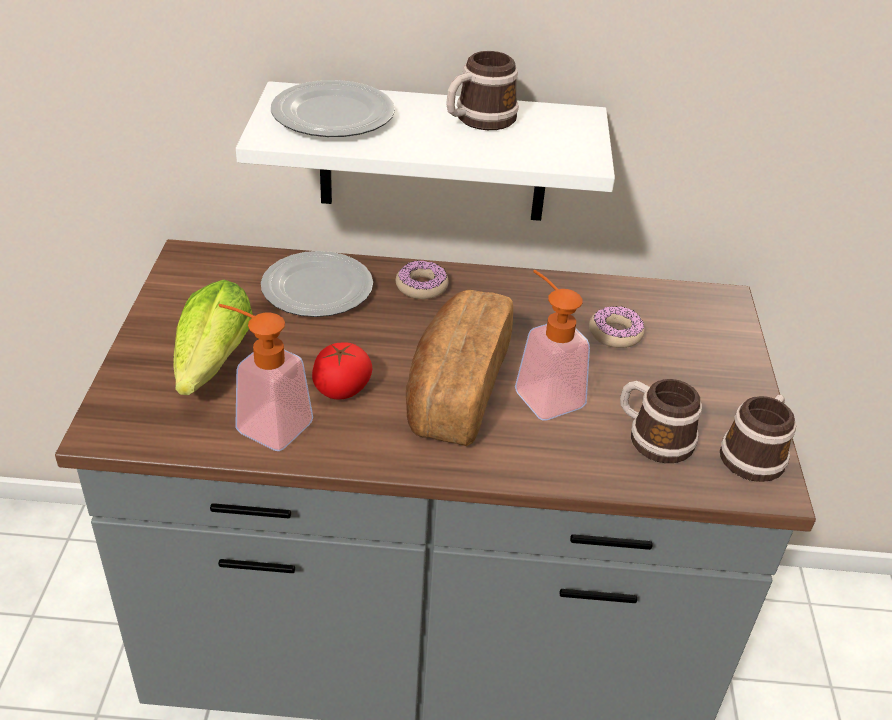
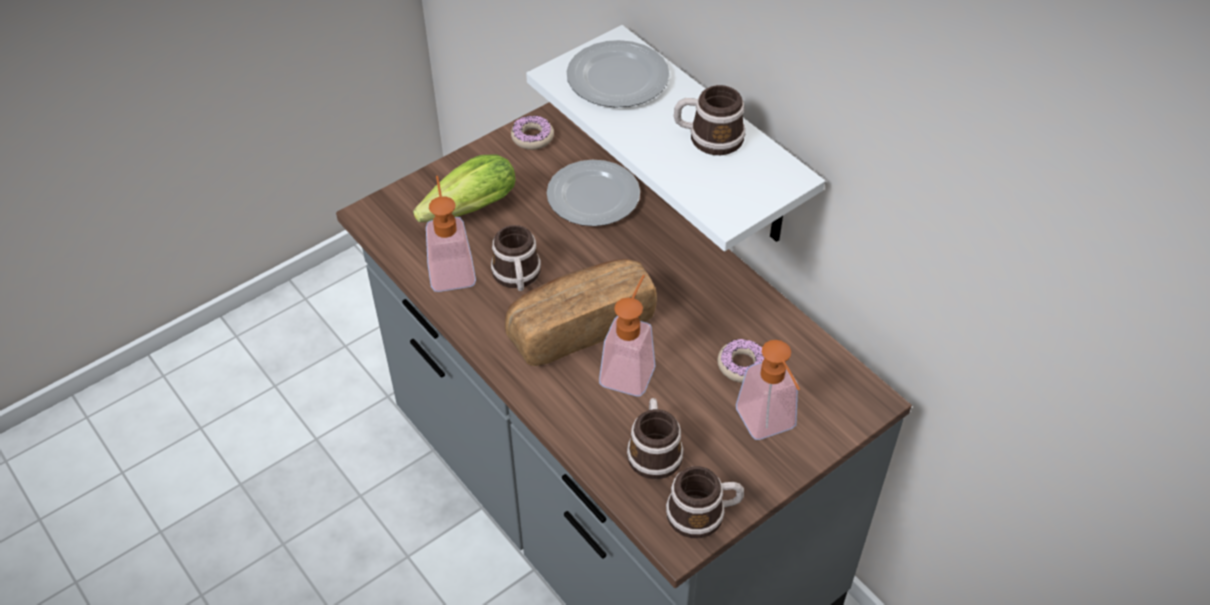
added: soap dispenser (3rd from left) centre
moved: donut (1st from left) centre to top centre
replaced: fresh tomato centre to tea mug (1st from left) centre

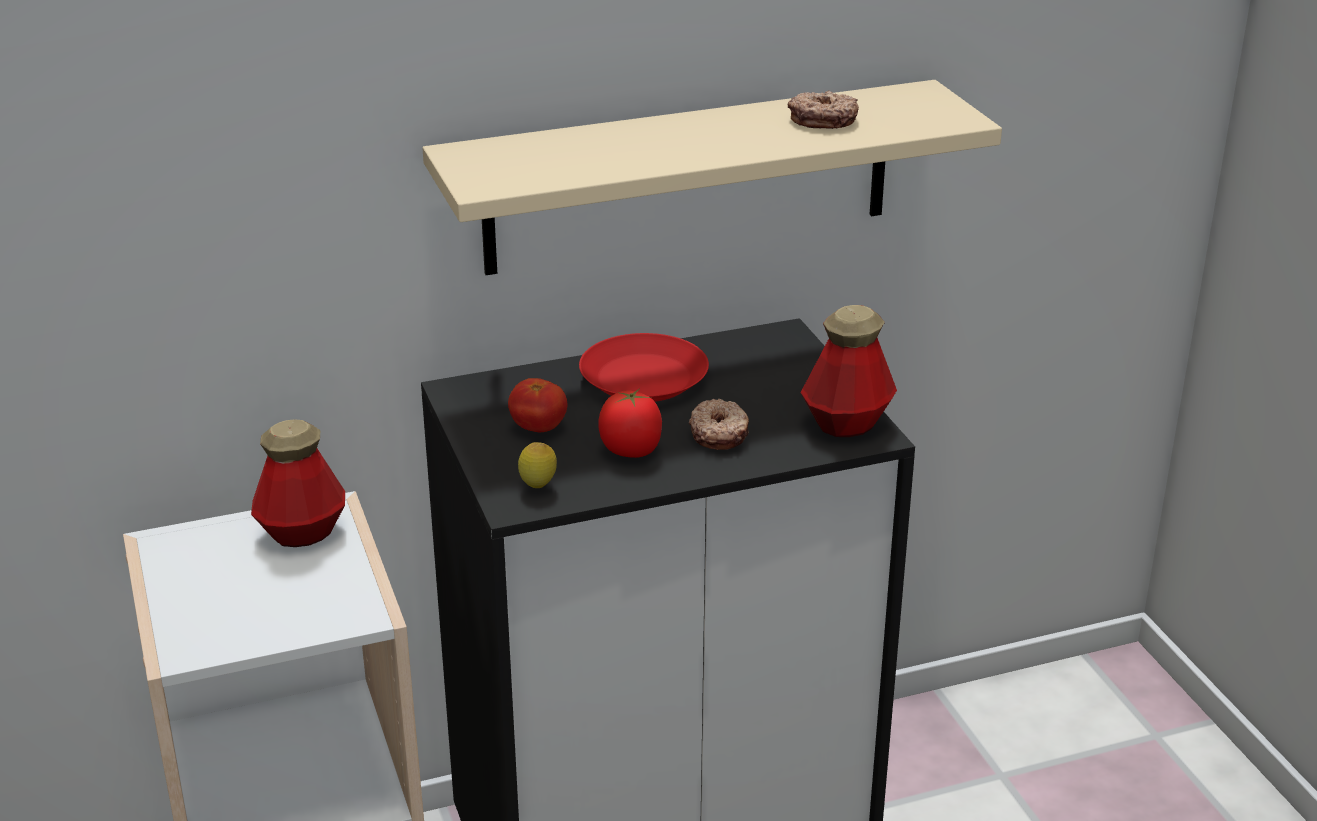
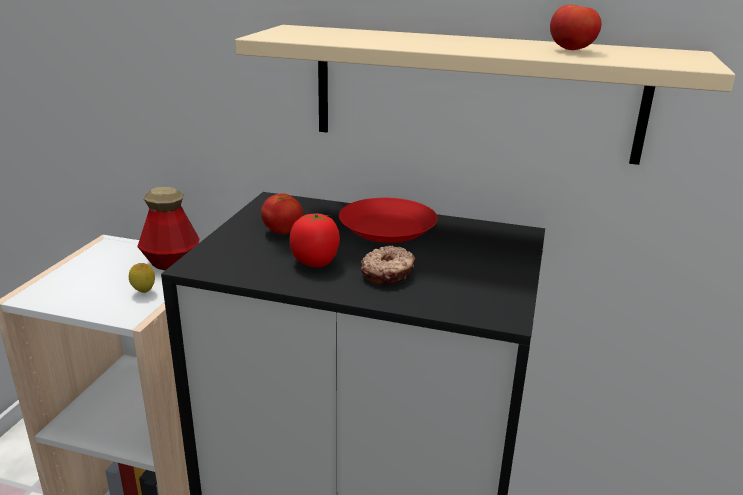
removed: beverage bottle (2nd from left) centre
moved: citrus fruit centre to middle left
replaced: donut (2nd from left) top centre to fresh tomato (3rd from left) top right

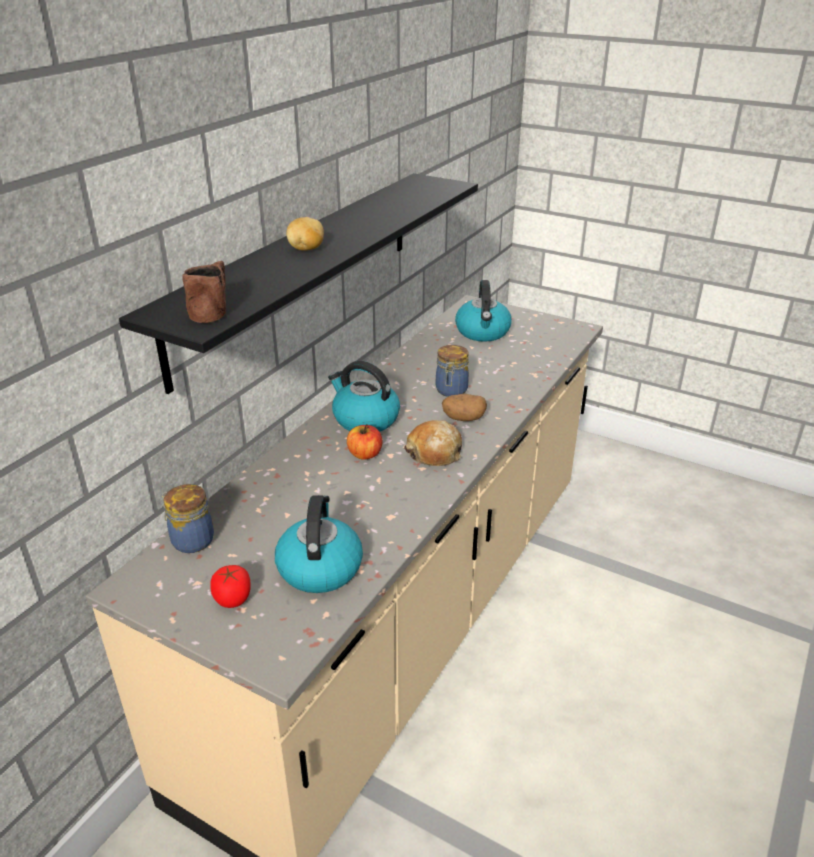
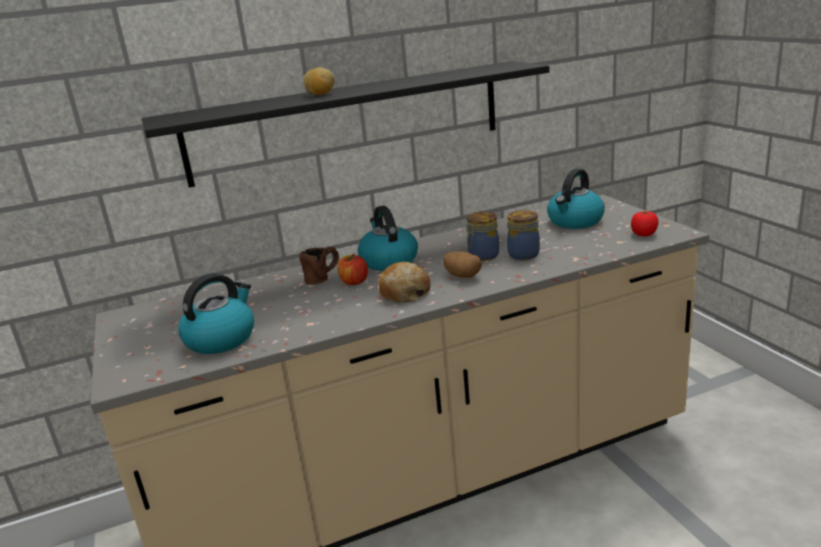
moved: storage jar (1st from left in the first image) middle left to storage jar (2nd from left) centre; brown-coloured tea mug middle left to centre; fresh tomato bottom left to middle right

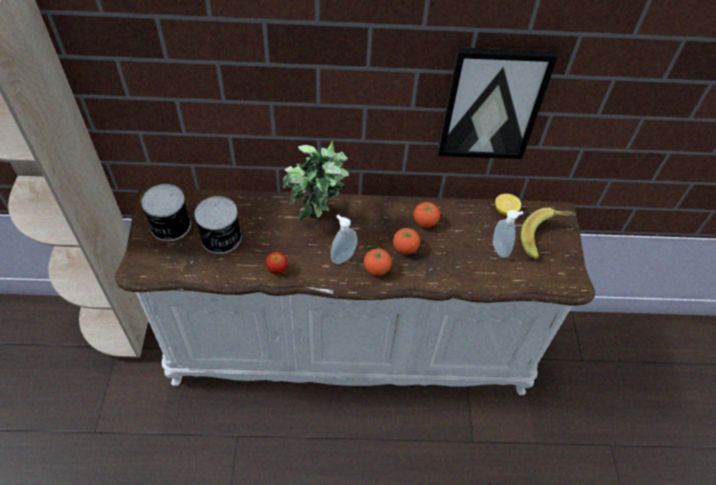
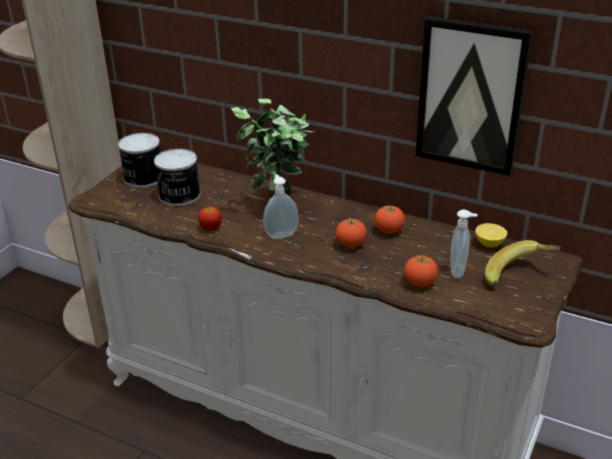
moved: fresh tomato (1st from left in the first image) centre to fresh tomato (3rd from left) middle right

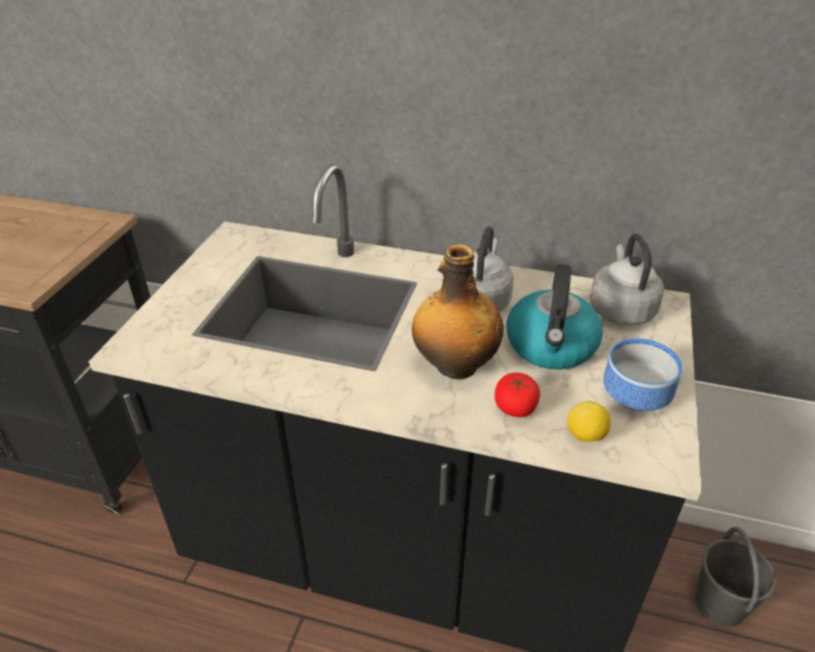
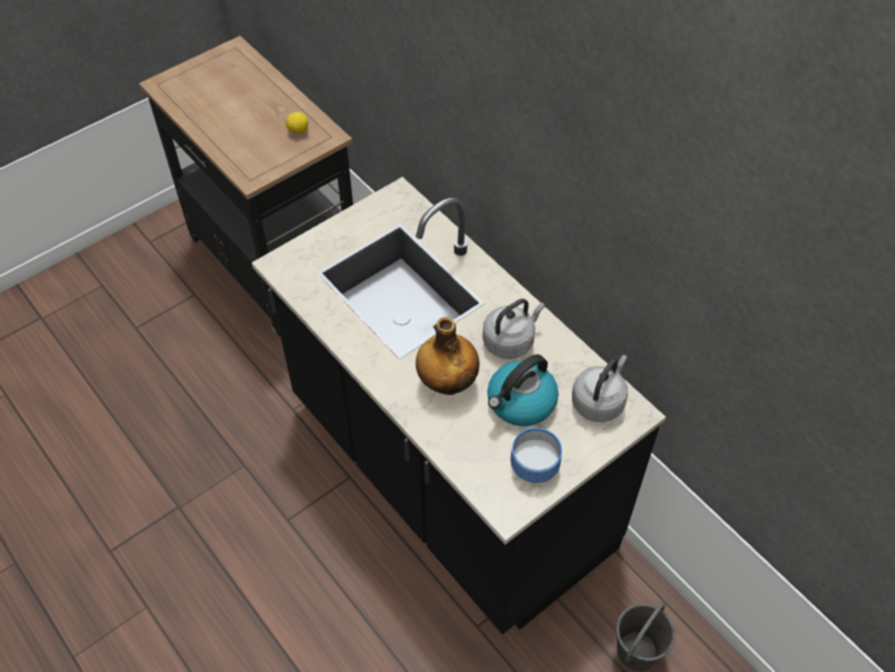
removed: fresh tomato centre
moved: citrus fruit middle right to top left

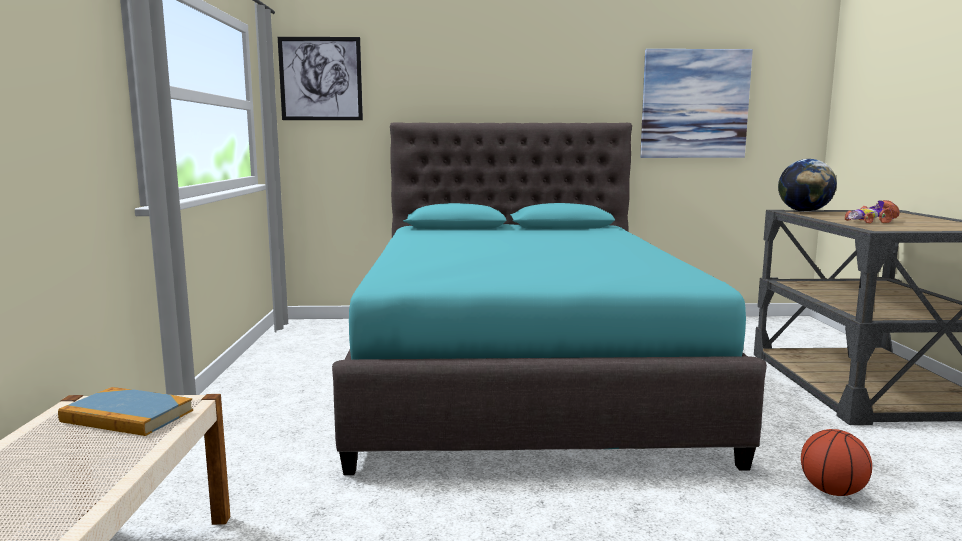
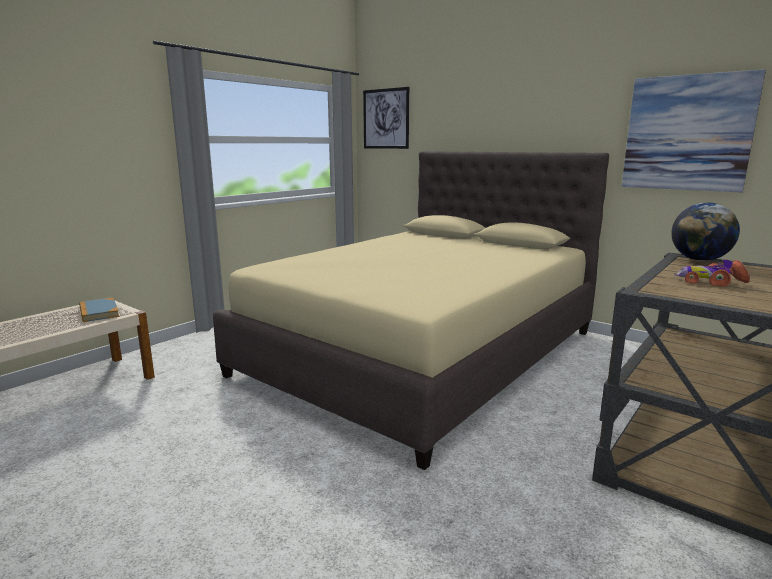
removed: basketball ball bottom right
recoloured: turquoise-coloured bedroom bed centre to sand-coloured bedroom bed centre

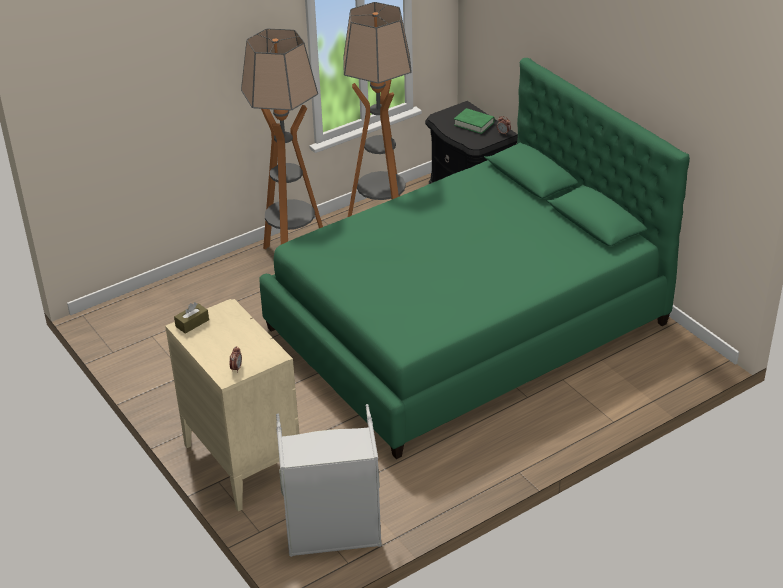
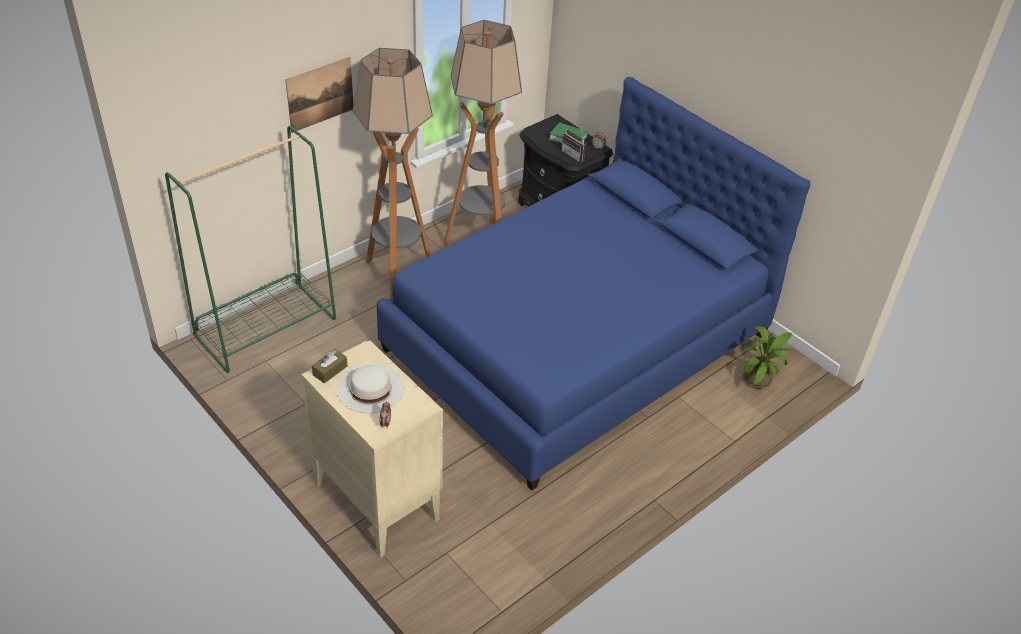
removed: gray laundry basket bottom centre
added: green clothes rack middle left; picture top left; whitish hat centre; radio top centre; houseplant middle right
recoloured: green bedroom bed centre to bluish bedroom bed centre

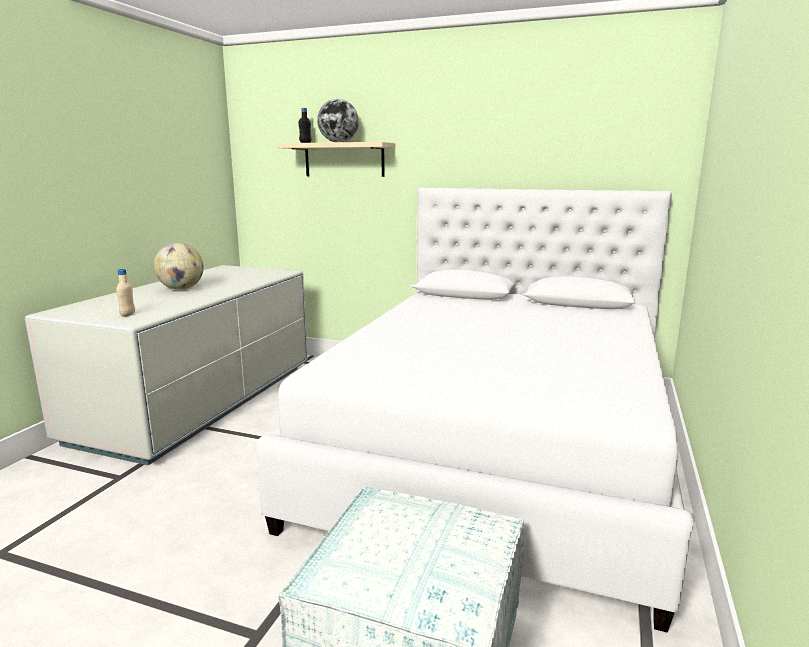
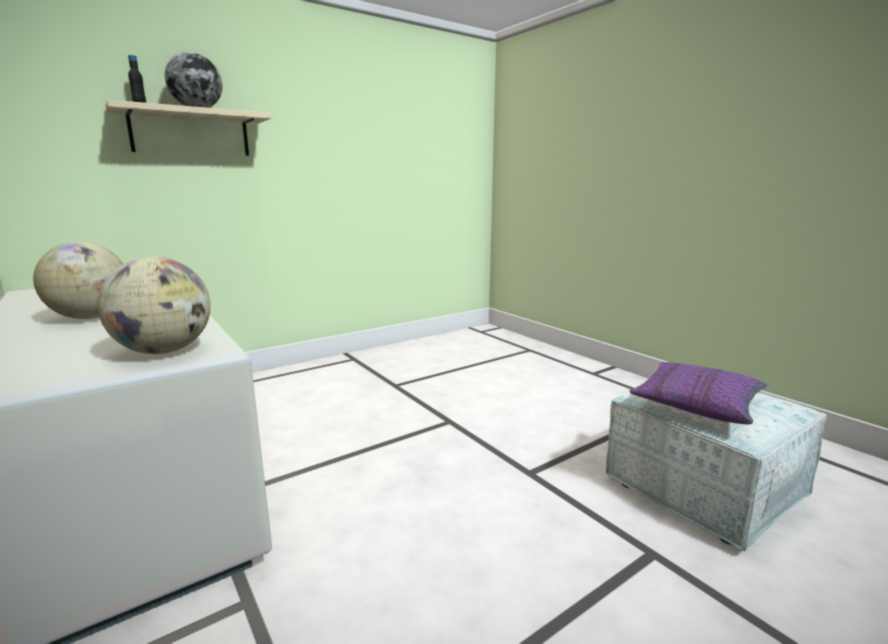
removed: whitish bedroom bed centre
added: purplish cushion middle right
replaced: sand-coloured beverage bottle middle left to world globe (2nd from left) middle left

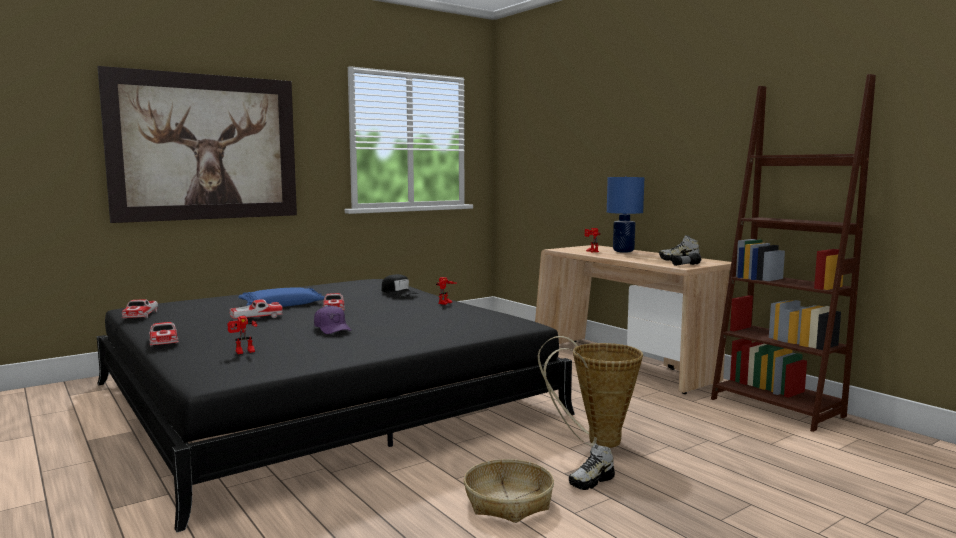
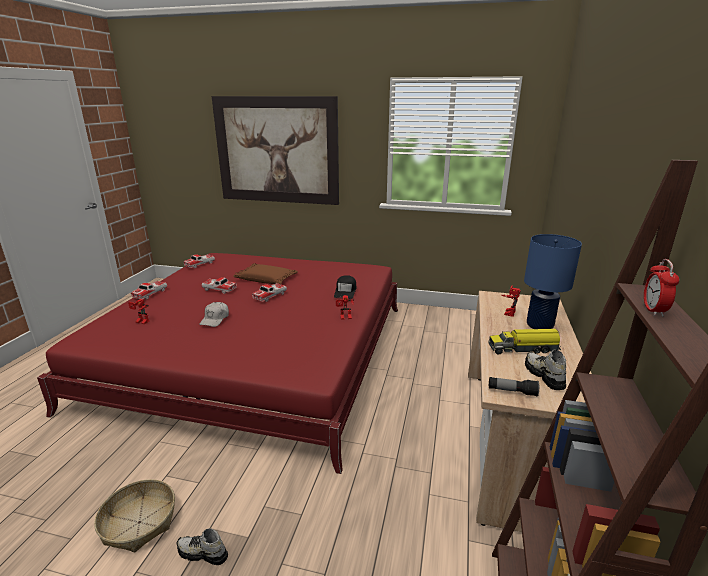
removed: household basket (2nd from left) bottom centre
added: model truck middle right; alarm clock middle right
recoloured: blackish bedroom bed bottom centre to red-coloured bedroom bed middle left; bluish cushion middle left to brown-coloured cushion centre; purplish peaked cap centre to whitish peaked cap middle left

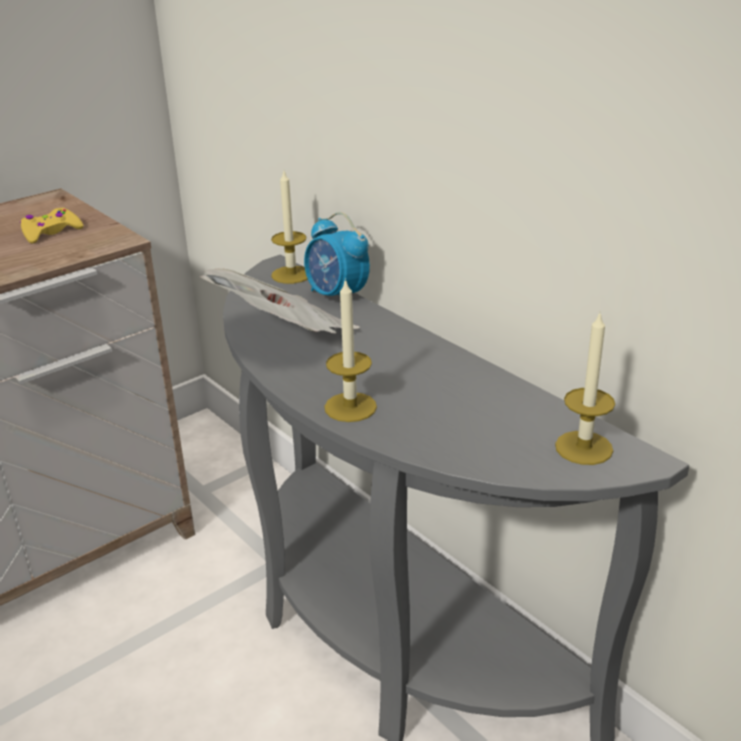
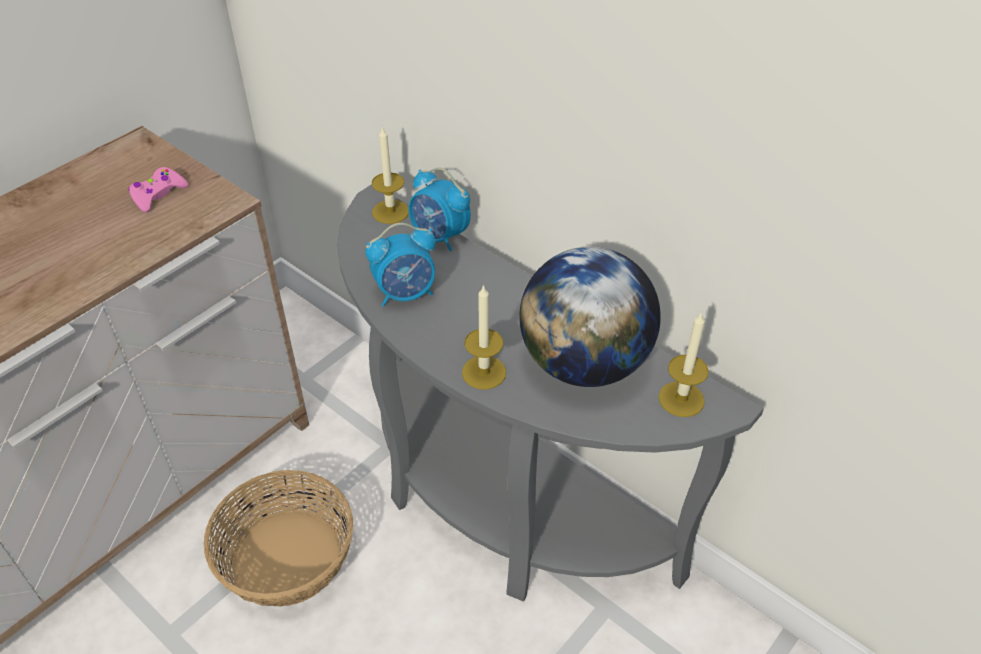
added: household basket bottom left; world globe centre
replaced: newspaper centre to alarm clock (1st from left) centre
recoloured: yellow-coloured game controller top left to pinkish game controller top left

